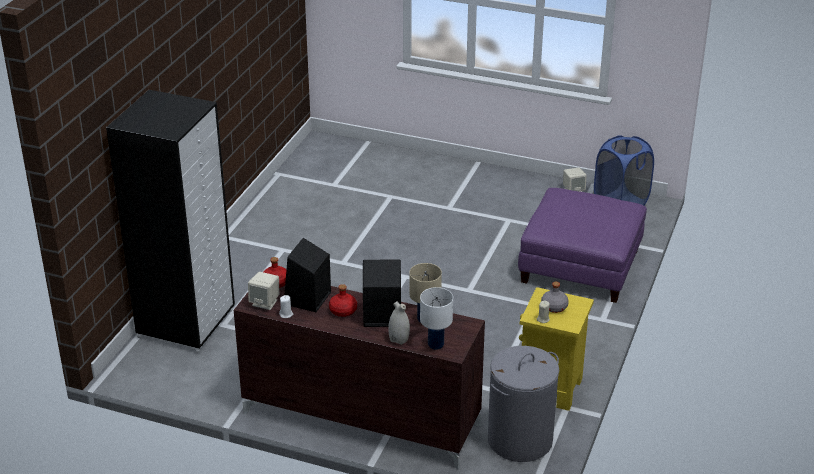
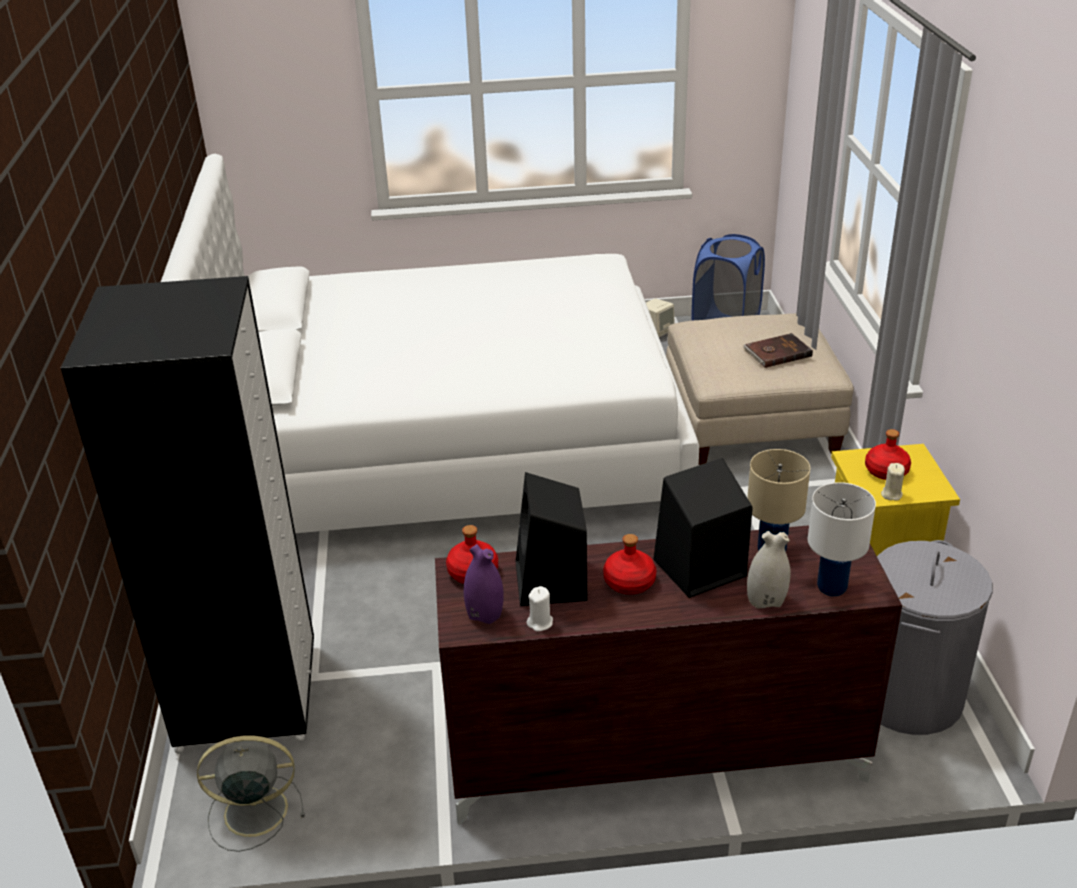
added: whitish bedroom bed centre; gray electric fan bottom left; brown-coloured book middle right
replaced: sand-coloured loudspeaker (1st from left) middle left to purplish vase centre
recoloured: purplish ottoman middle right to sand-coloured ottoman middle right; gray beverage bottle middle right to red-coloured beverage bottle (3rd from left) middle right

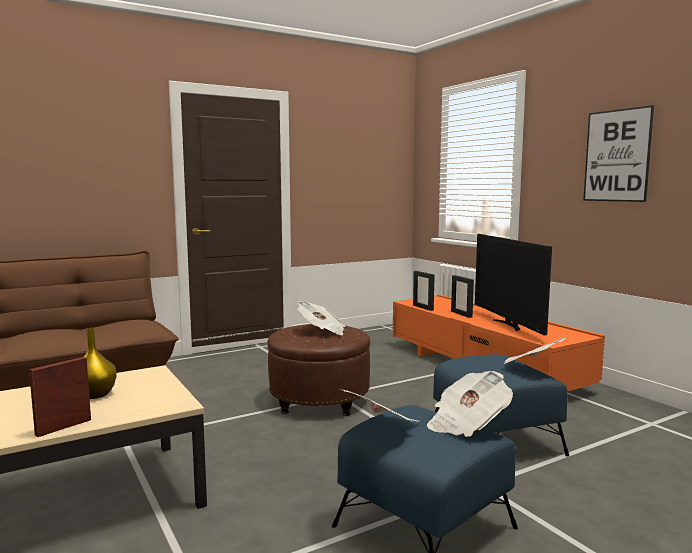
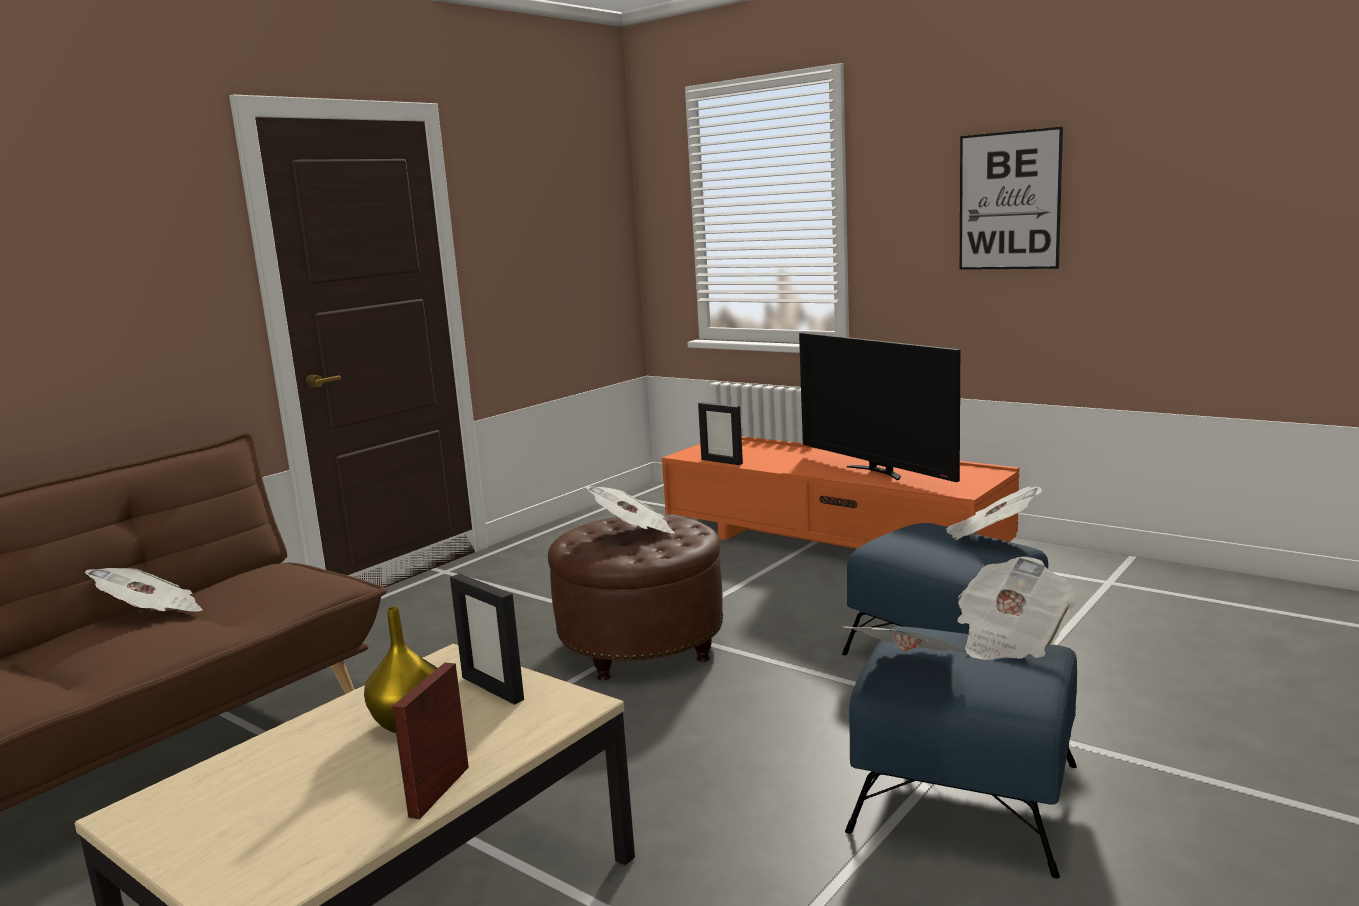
added: newspaper (1st from left) middle left
moved: photo frame (3rd from left in the first image) middle right to photo frame (2nd from left) bottom centre

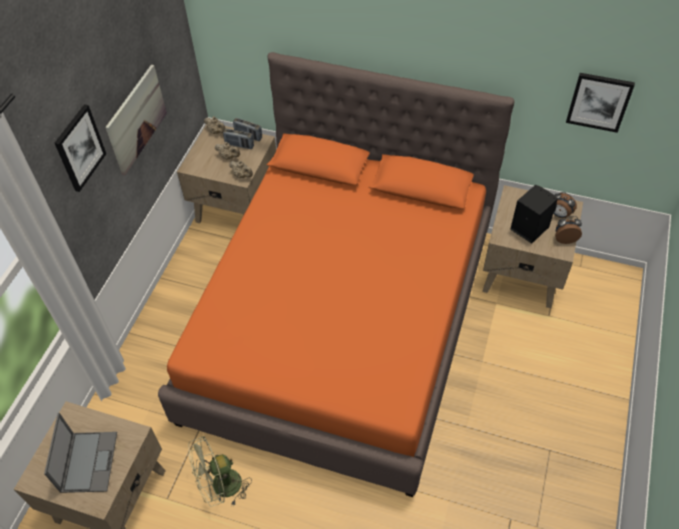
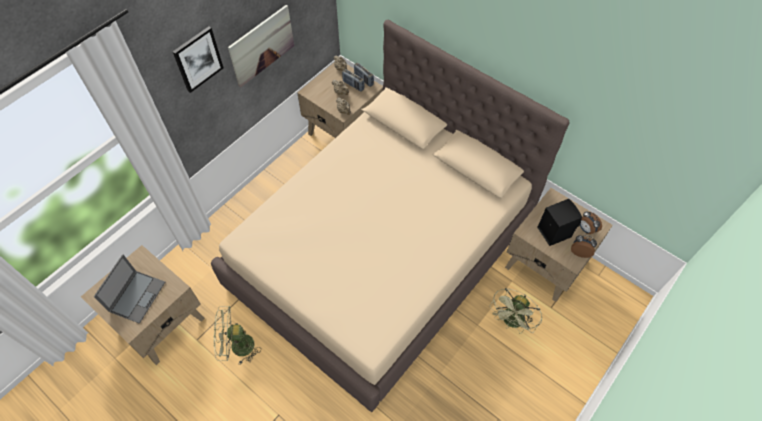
removed: picture (3rd from left) top right
added: green electric fan (2nd from left) bottom right
recoloured: orange bedroom bed centre to sand-coloured bedroom bed centre

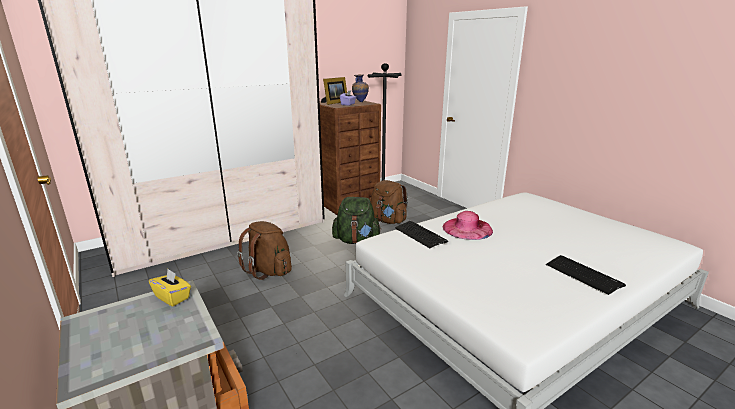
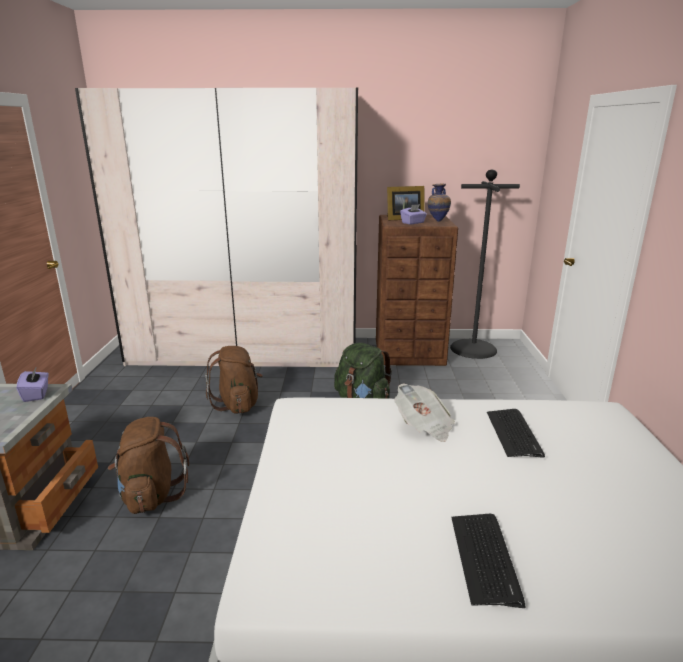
moved: brown-coloured backpack (2nd from left in the first image) centre to brown-coloured backpack (1st from left) bottom left; computer keyboard (1st from left in the first image) centre to computer keyboard (2nd from left) middle right
replaced: pinkish hat centre to newspaper centre
recoloured: yellow-coloured box of tissues bottom left to purplish box of tissues (1st from left) middle left

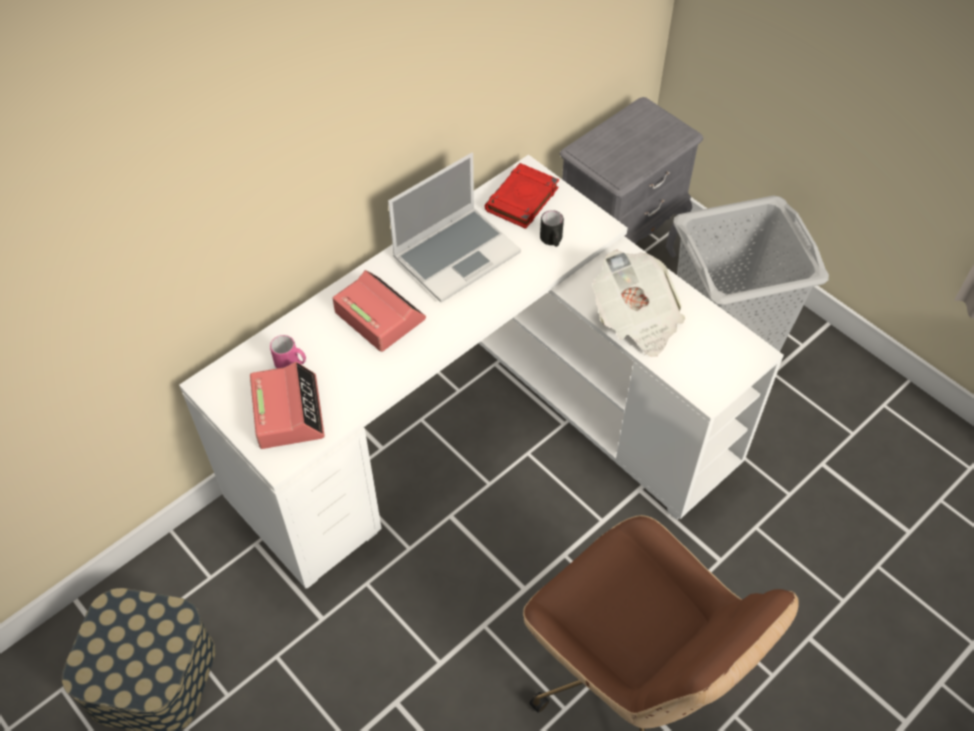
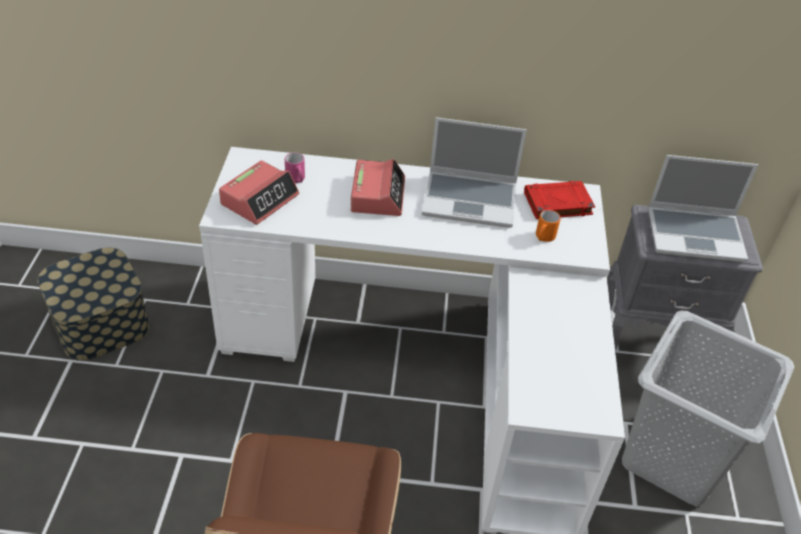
removed: newspaper centre
added: notebook computer (2nd from left) middle right
recoloured: blackish tea mug top centre to orange tea mug middle right

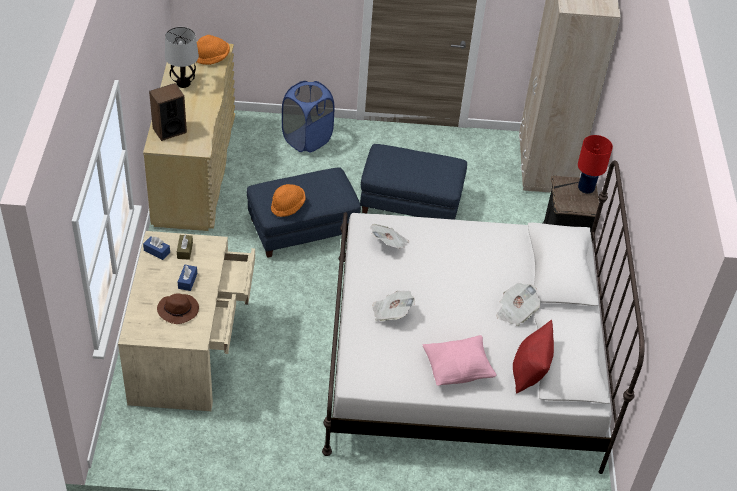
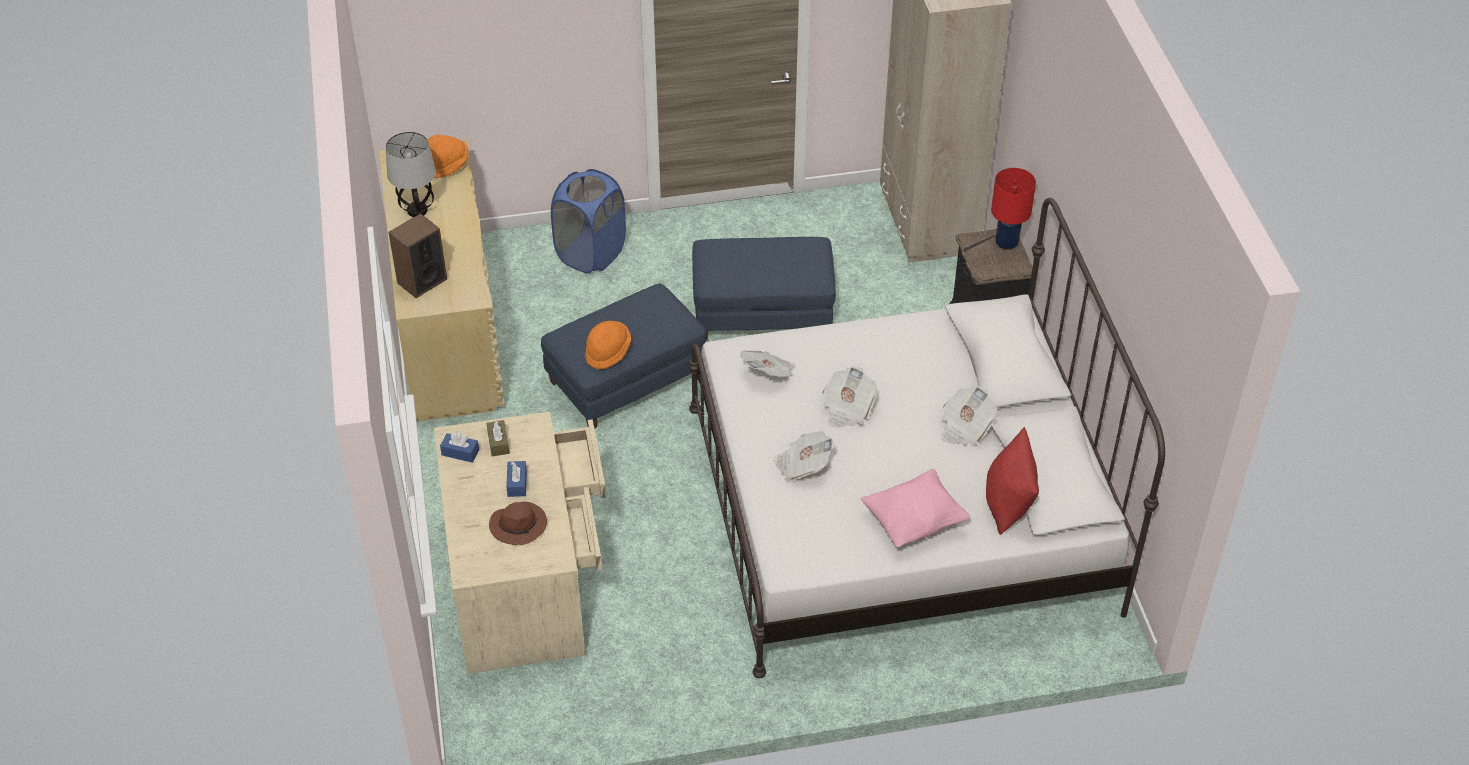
added: newspaper (3rd from left) centre

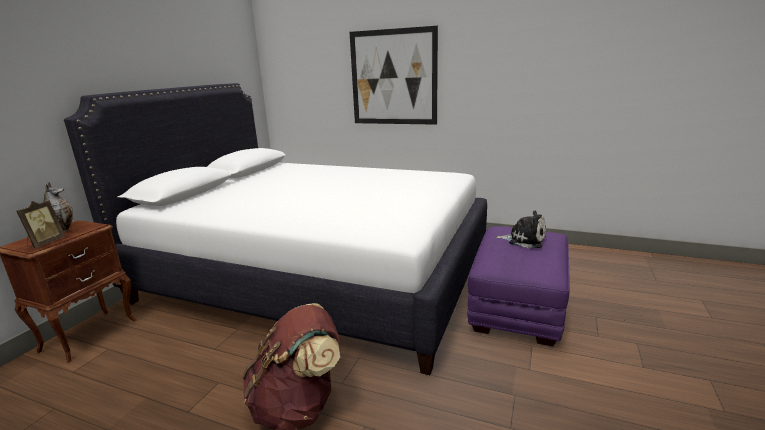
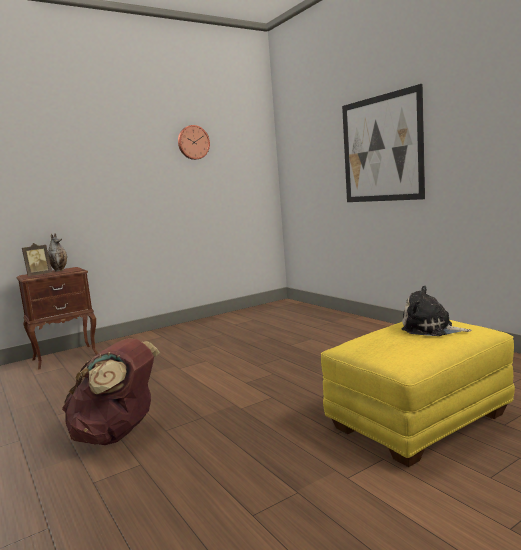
removed: whitish bedroom bed centre
added: hanging clock top centre
recoloured: purplish ottoman middle right to yellow-coloured ottoman bottom right
turned: soft toy middle right = middle right 150 degrees clockwise

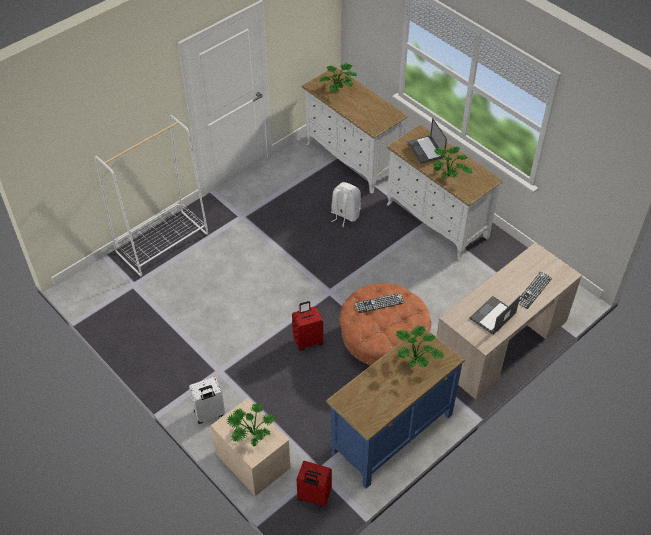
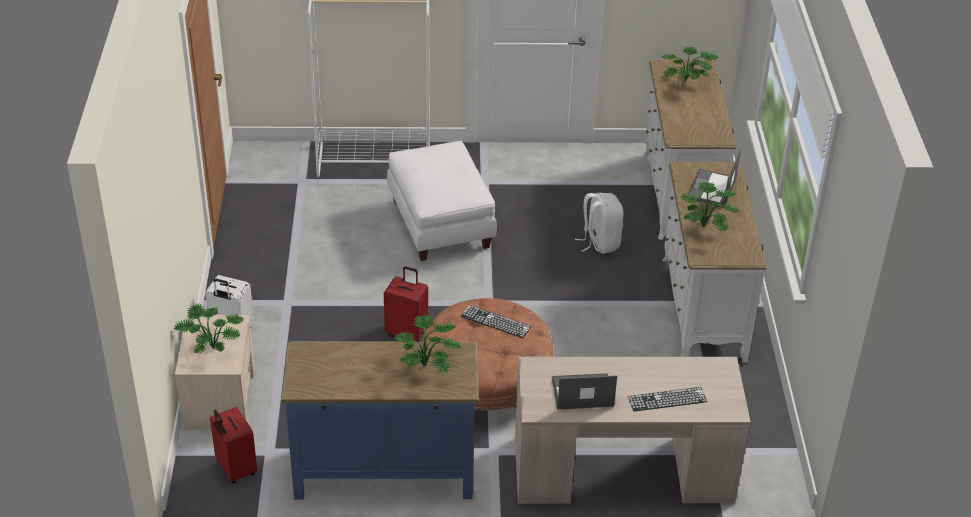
added: whitish ottoman centre

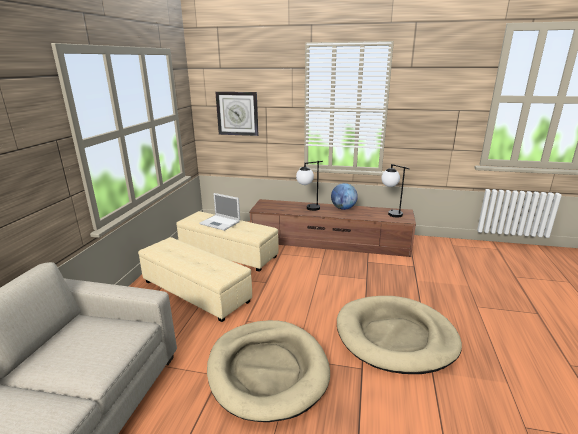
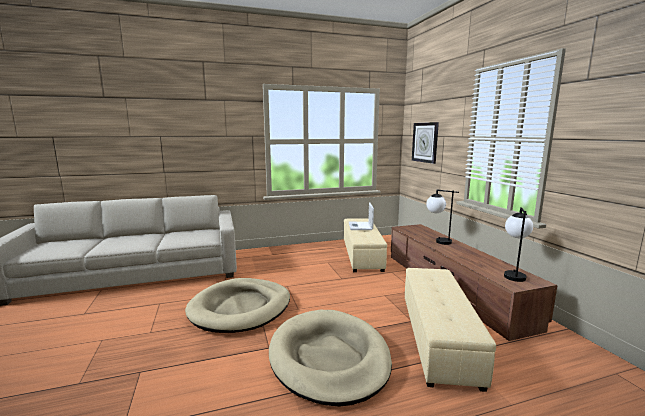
removed: world globe centre
moved: sand-coloured ottoman (1st from left in the first image) centre to sand-coloured ottoman (2nd from left) bottom right

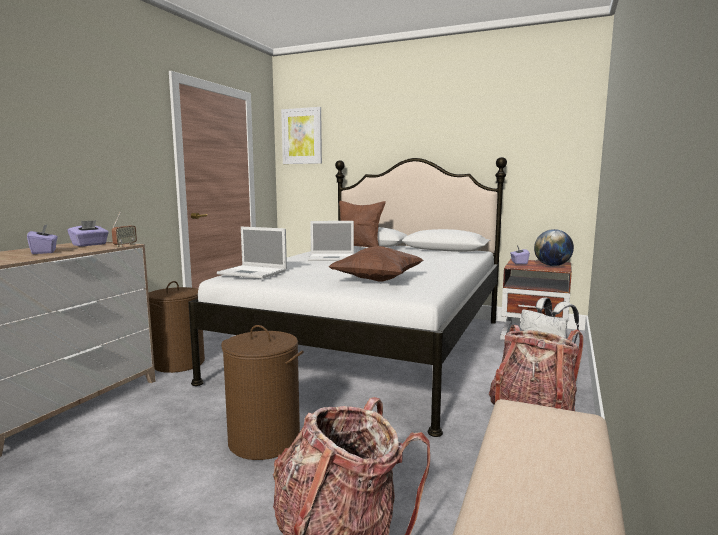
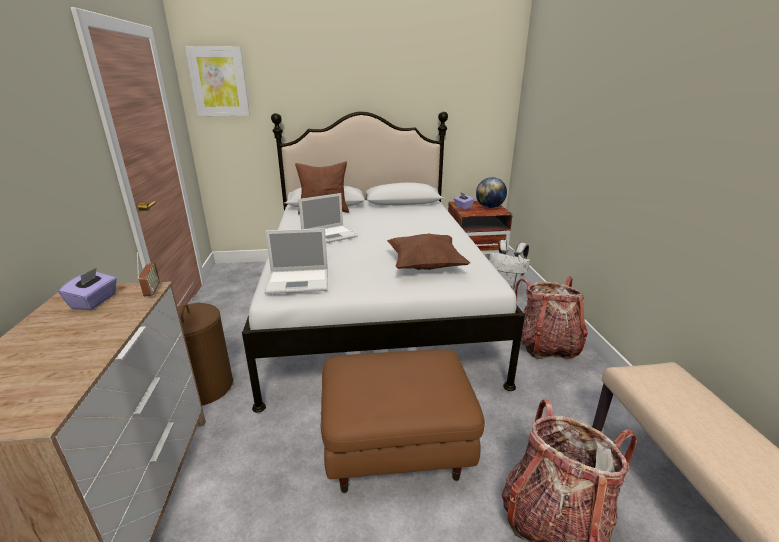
removed: purplish box of tissues (1st from left) middle left
replaced: brown-coloured laundry basket (2nd from left) bottom centre to brown-coloured ottoman bottom centre

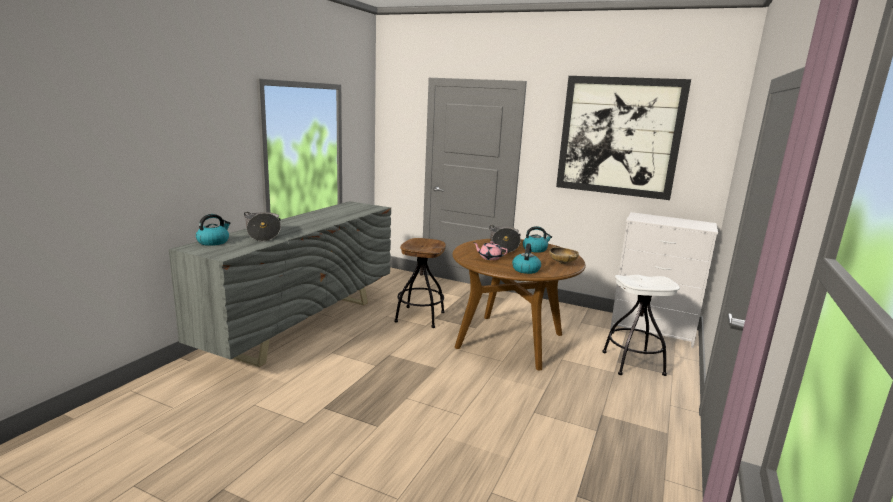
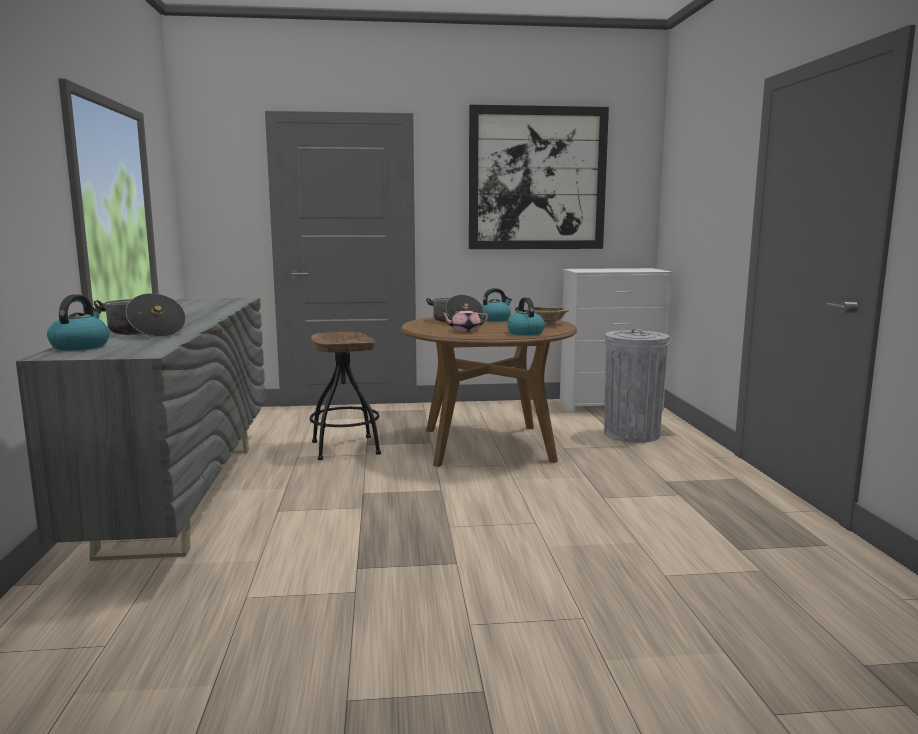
replaced: whitish stool seat middle right to gray trash can middle right

